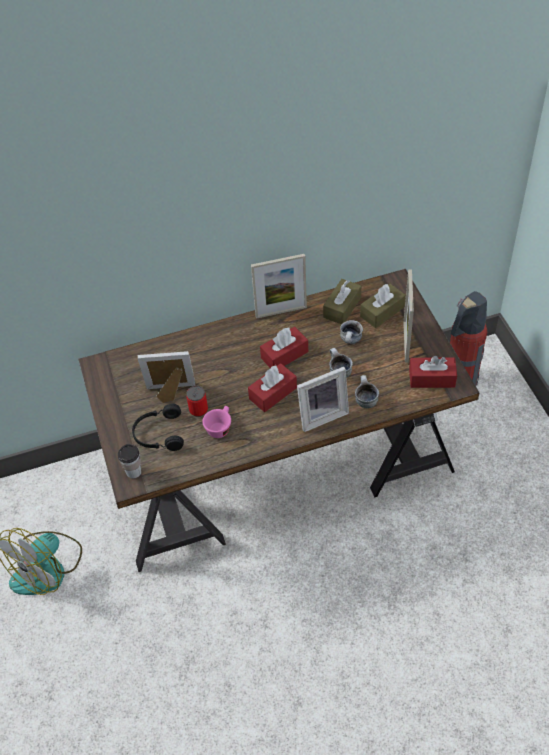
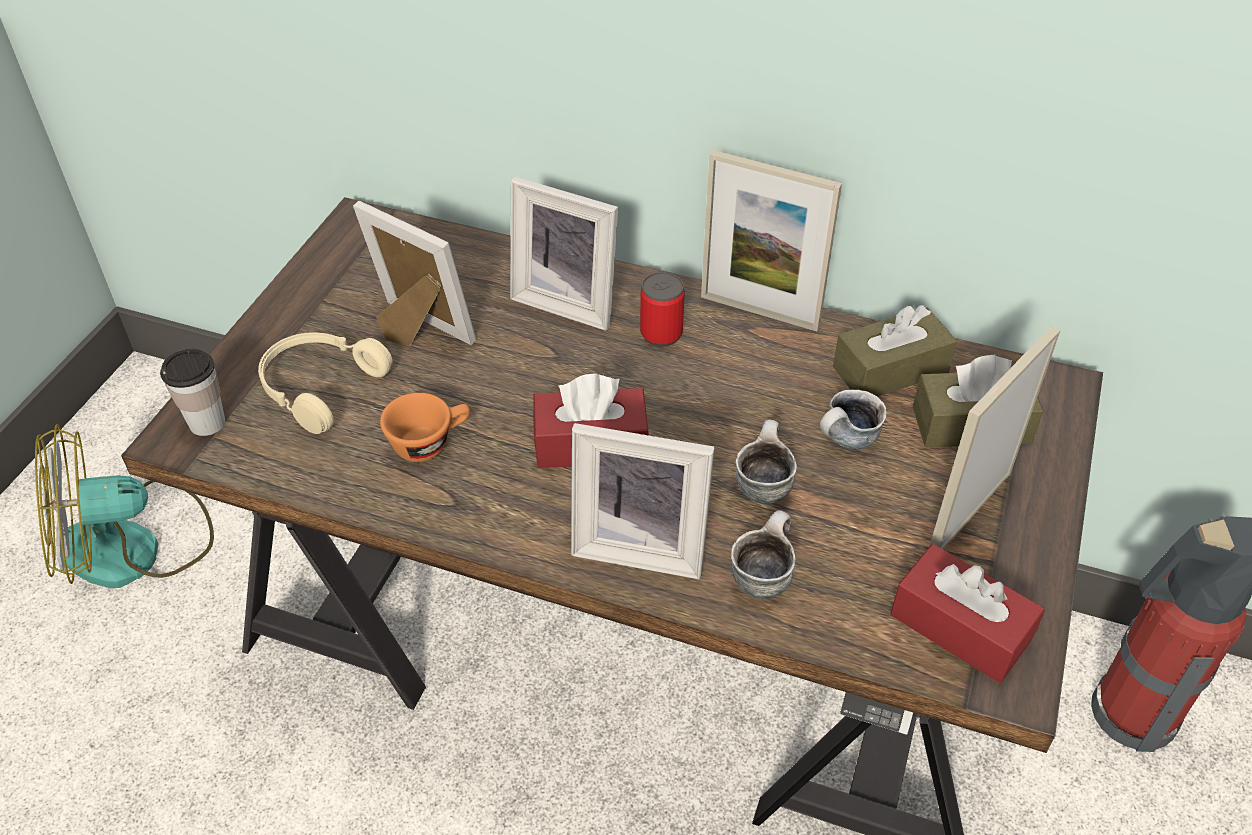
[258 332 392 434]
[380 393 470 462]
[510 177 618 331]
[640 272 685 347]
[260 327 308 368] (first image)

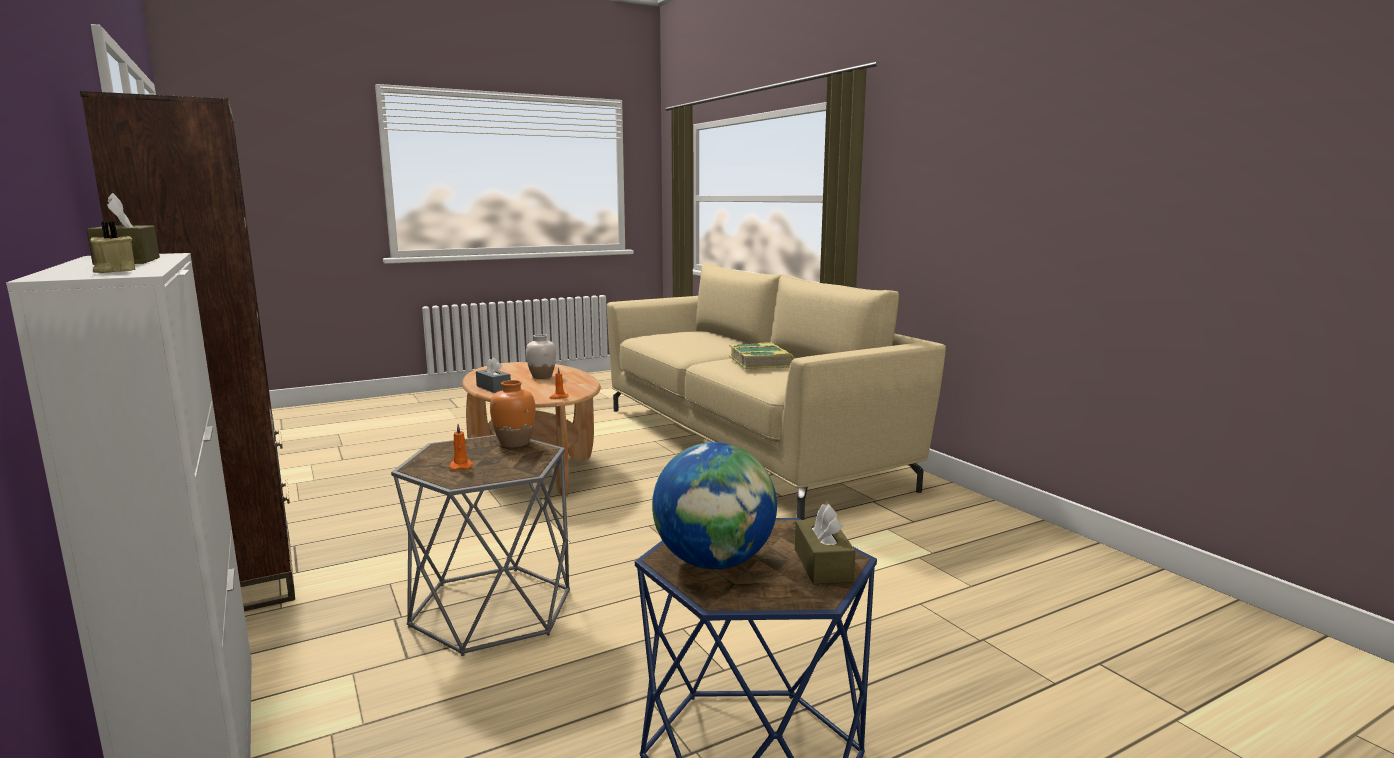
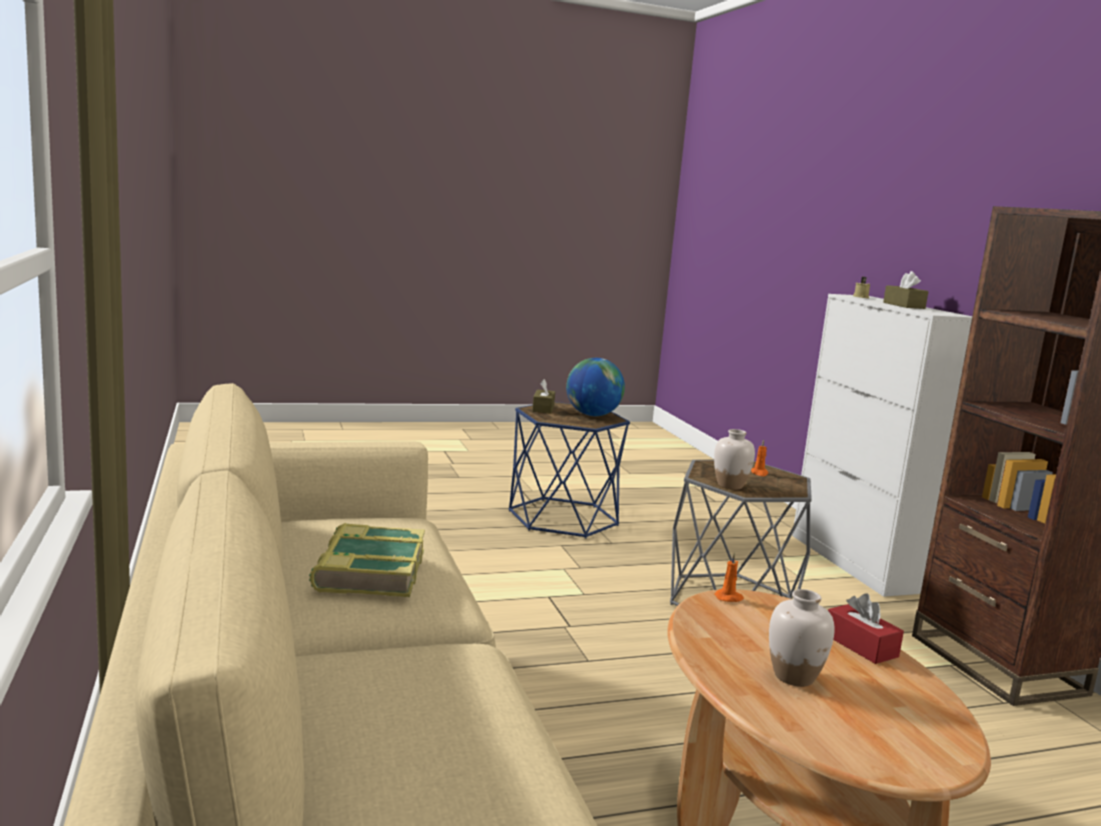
[714 429 755 490]
[828 593 904 664]

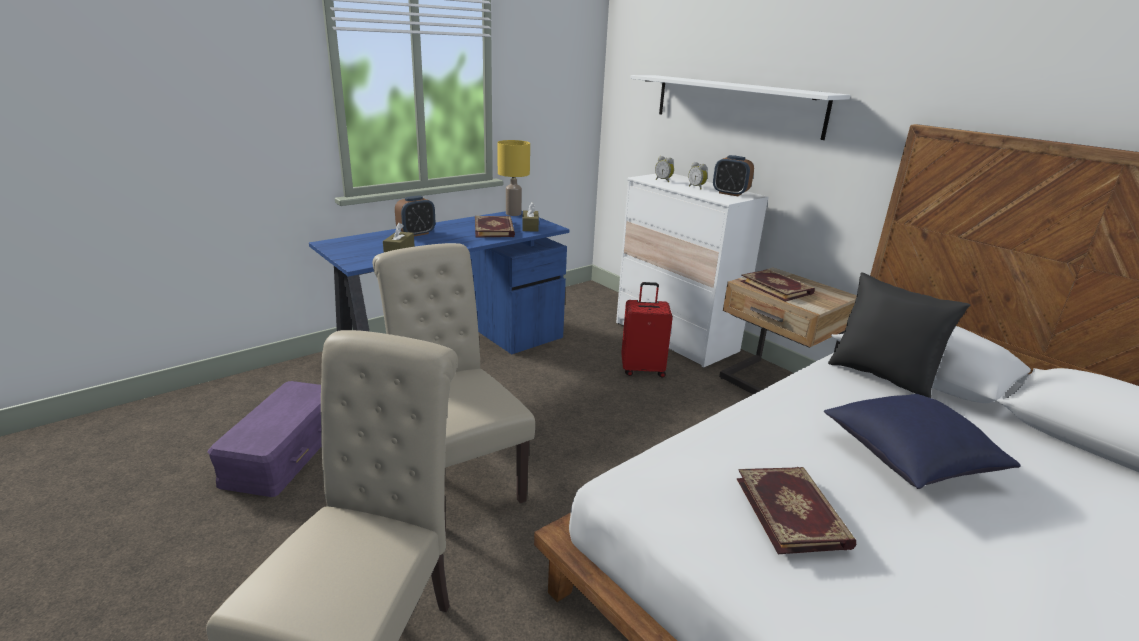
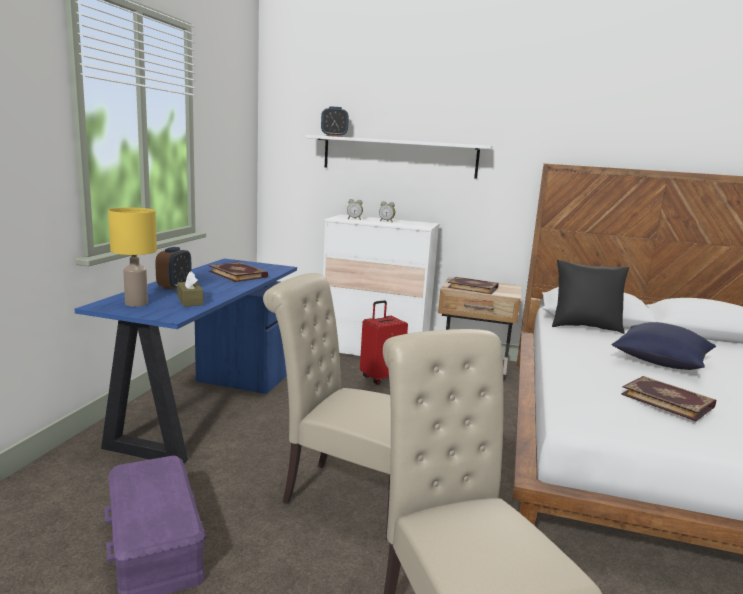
[108 208 157 307]
[321 106 349 137]
[522 202 539 232] (first image)

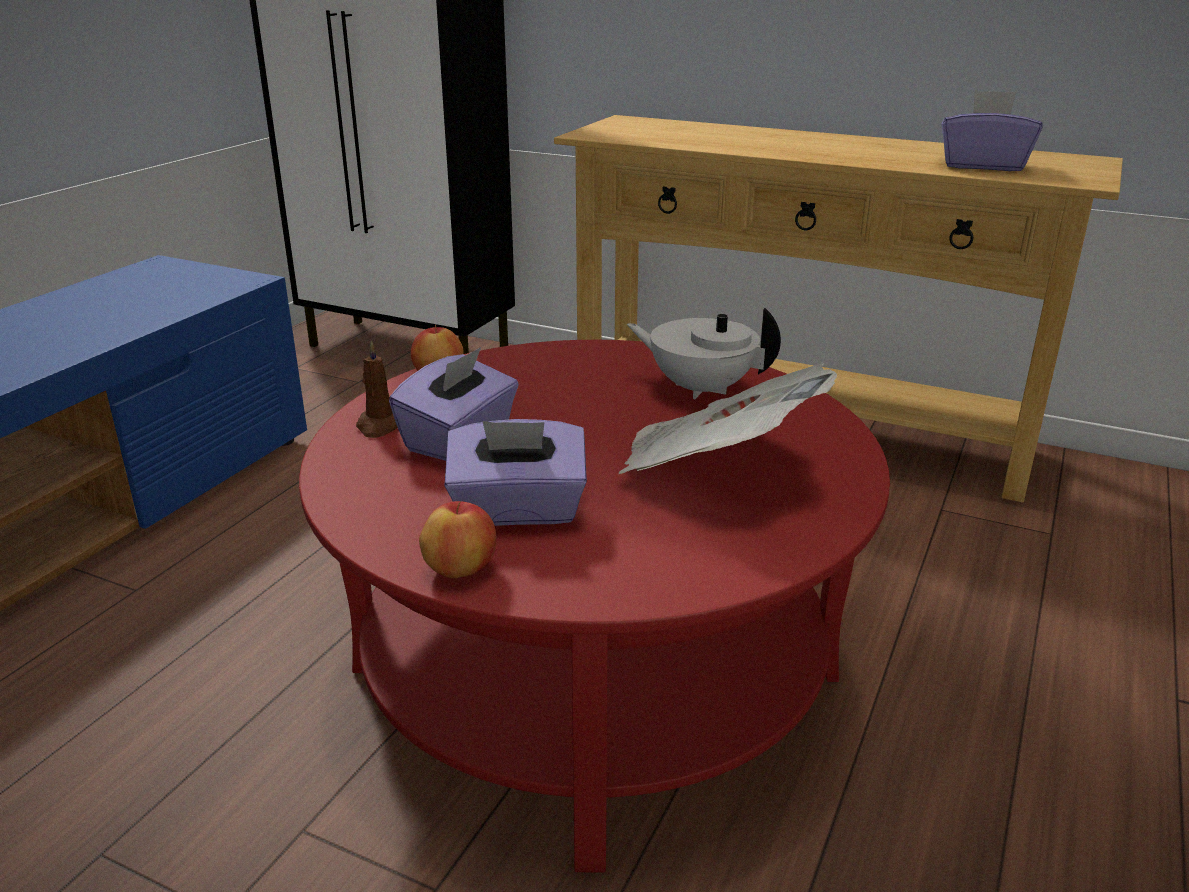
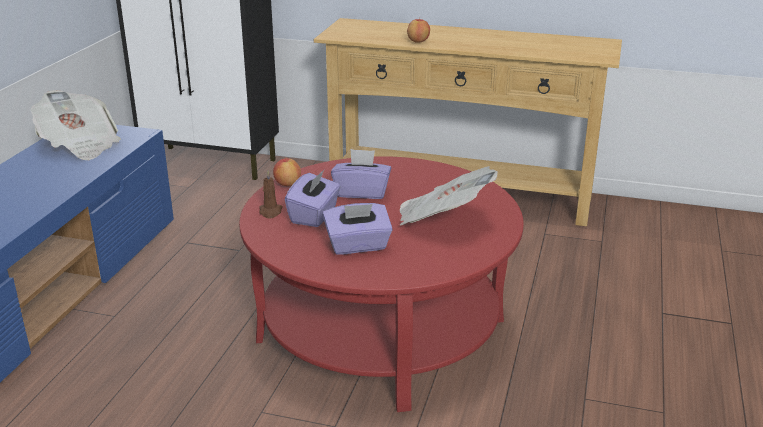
[30 90 121 160]
[331 149 391 199]
[407 18 430 43]
[626 308 781 399] (first image)

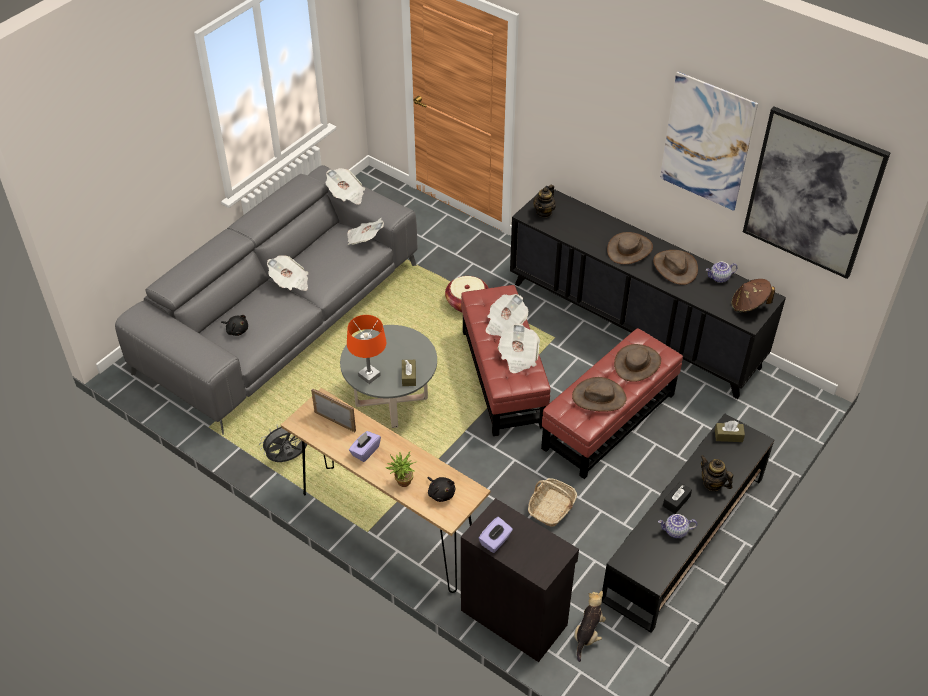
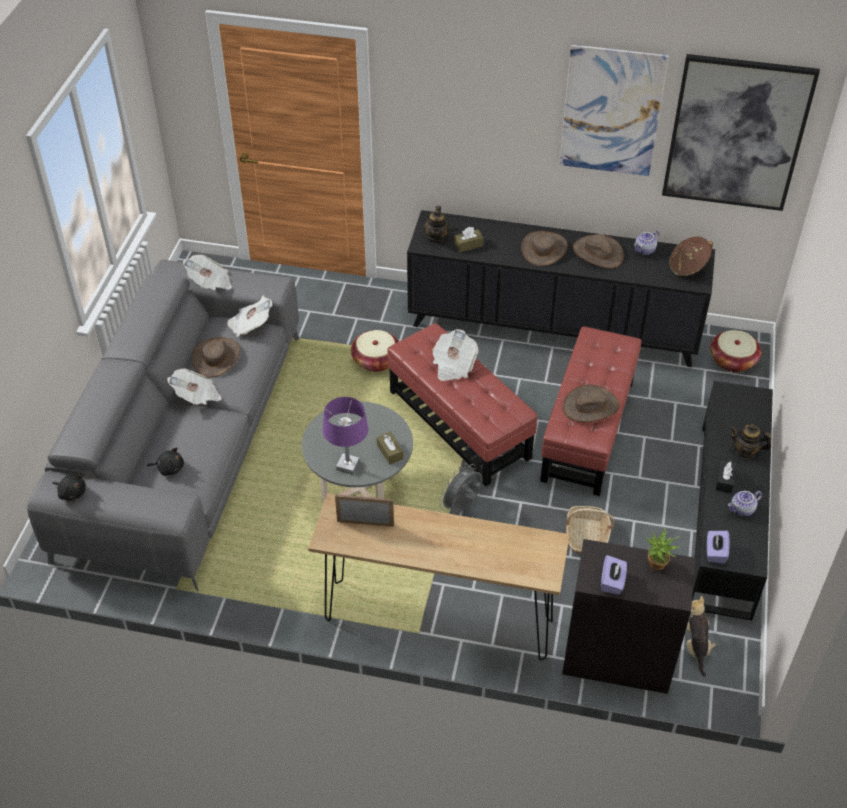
[53 475 86 501]
[192 337 240 378]
[323 397 368 475]
[439 463 482 514]
[454 227 484 252]
[647 527 680 571]
[707 531 730 564]
[710 330 761 372]
[498 323 540 374] (first image)

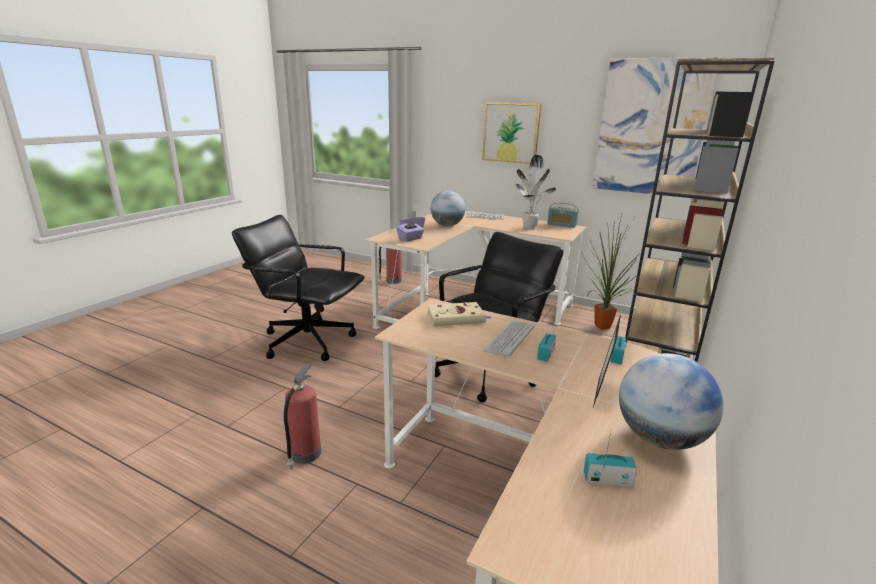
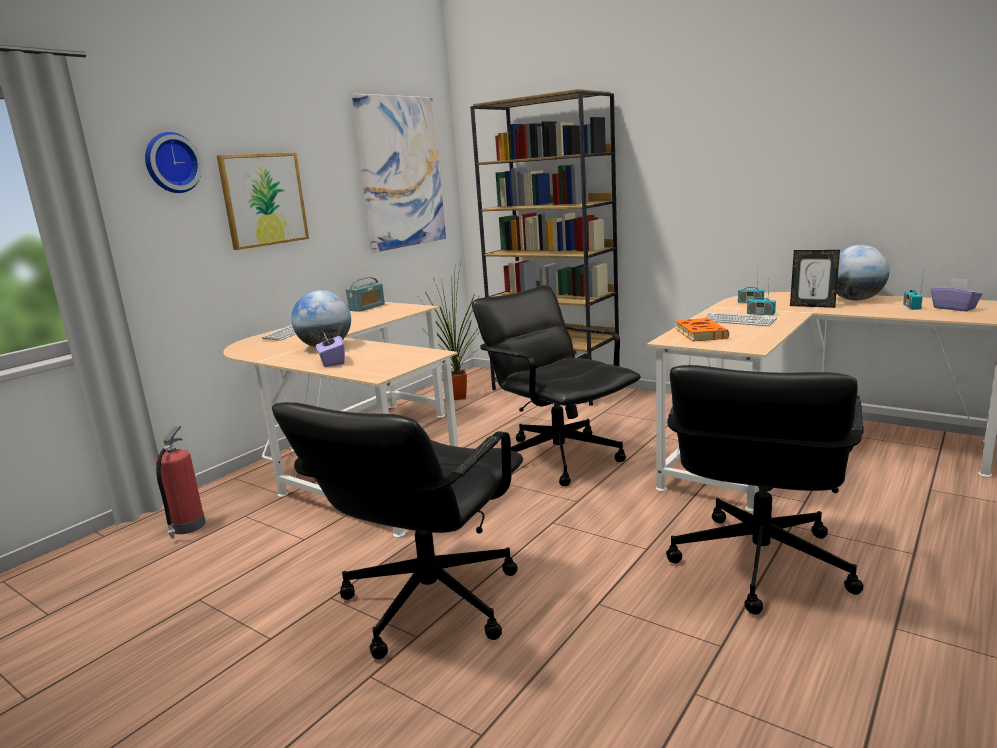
[145 132 202 193]
[666 365 864 615]
[676 318 729 342]
[931 278 982 311]
[515 155 556 229] (first image)

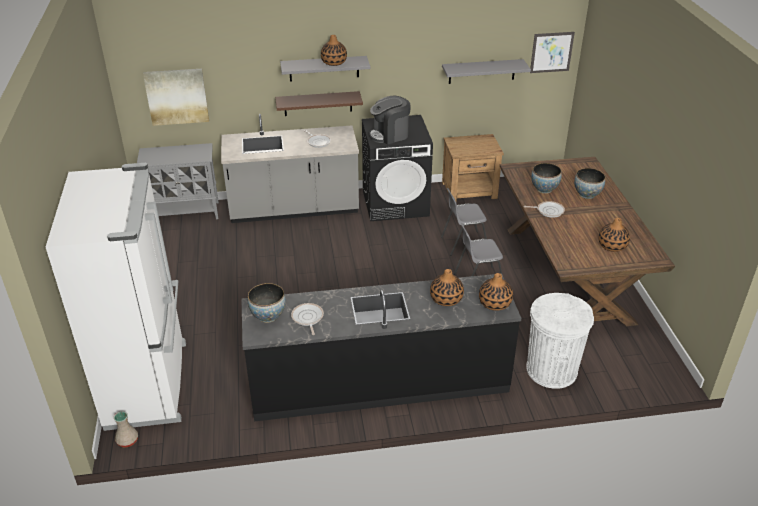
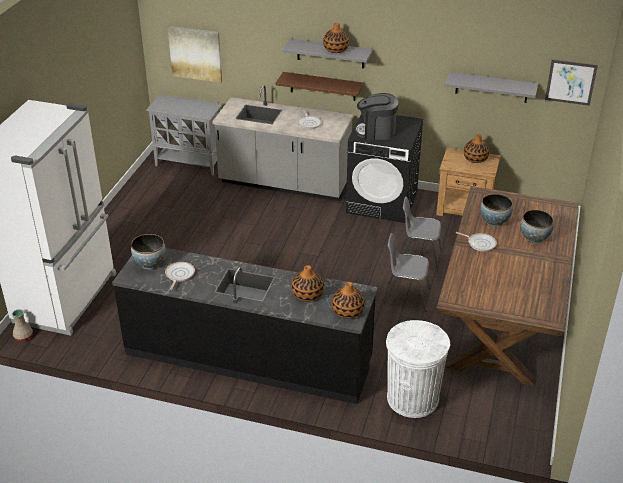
[464 134 489 163]

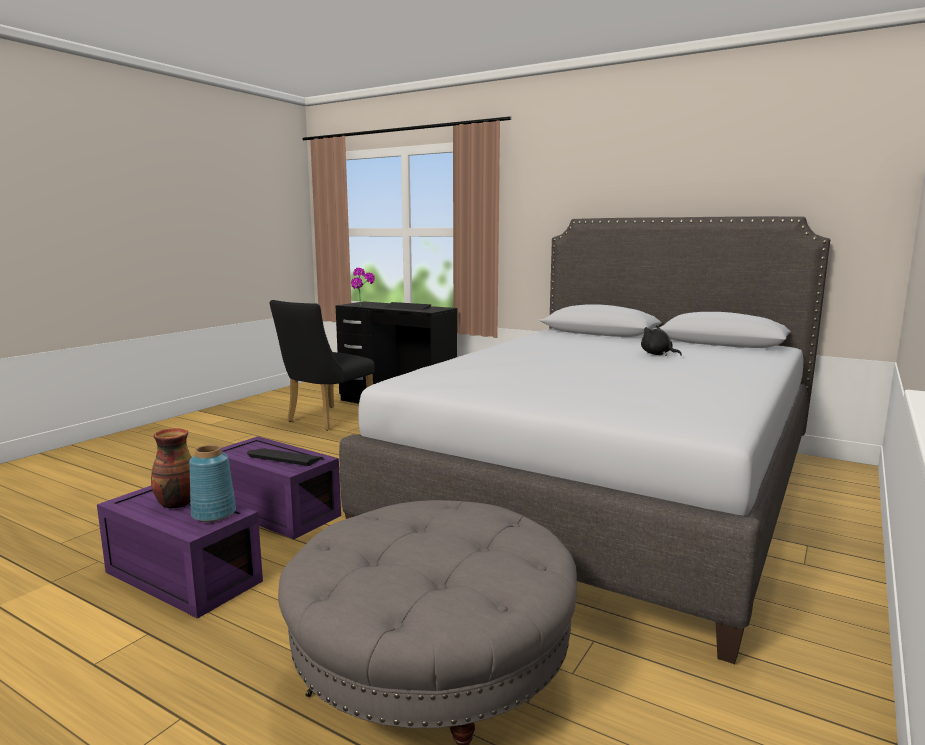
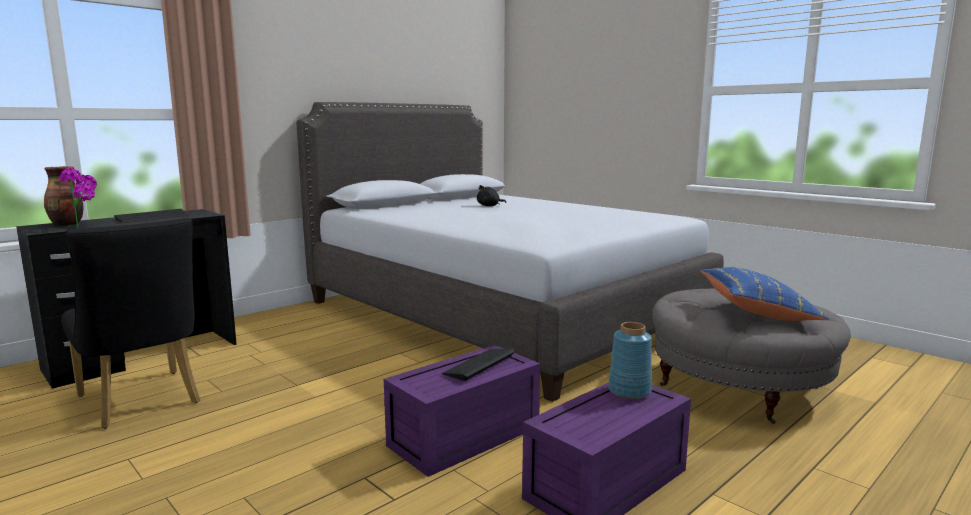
[44 166 83 226]
[700 267 829 321]

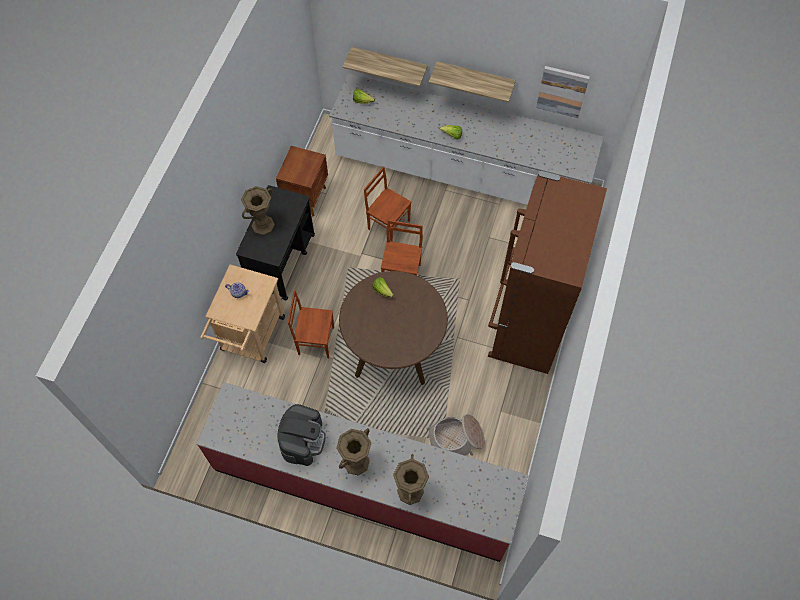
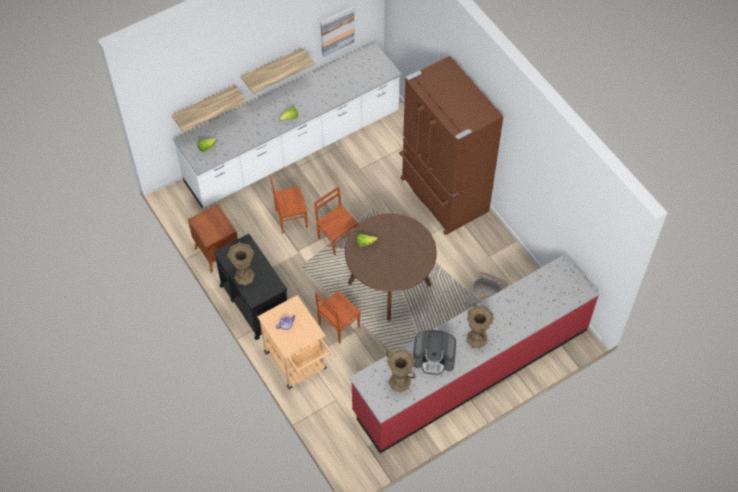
[386 349 416 392]
[413 330 456 375]

